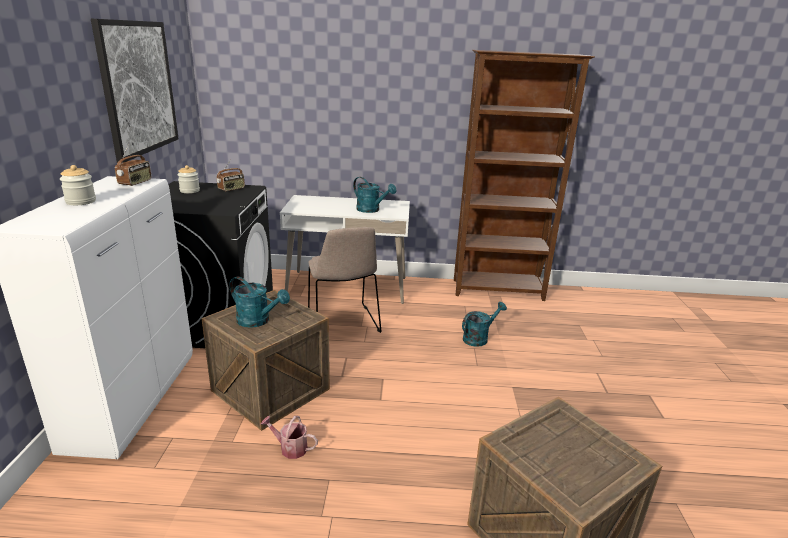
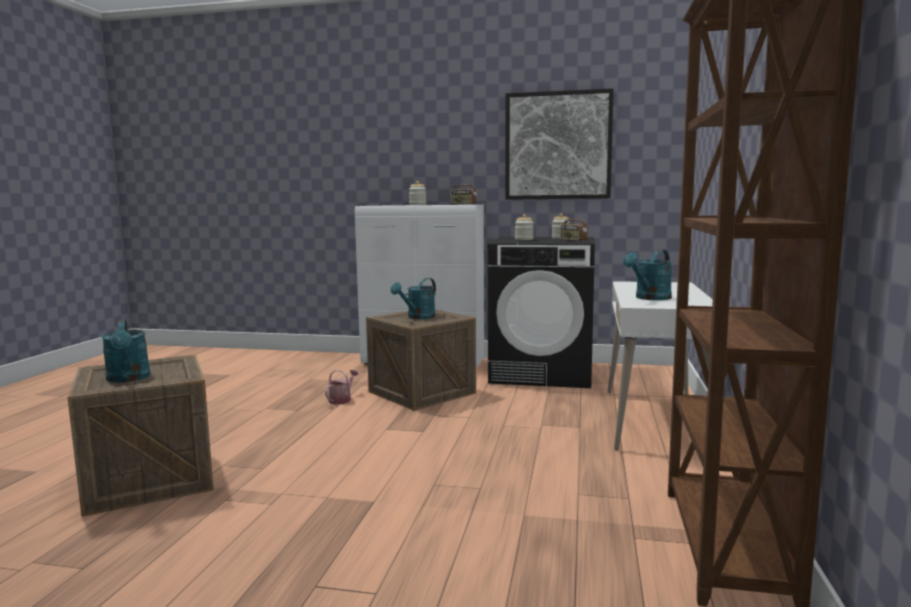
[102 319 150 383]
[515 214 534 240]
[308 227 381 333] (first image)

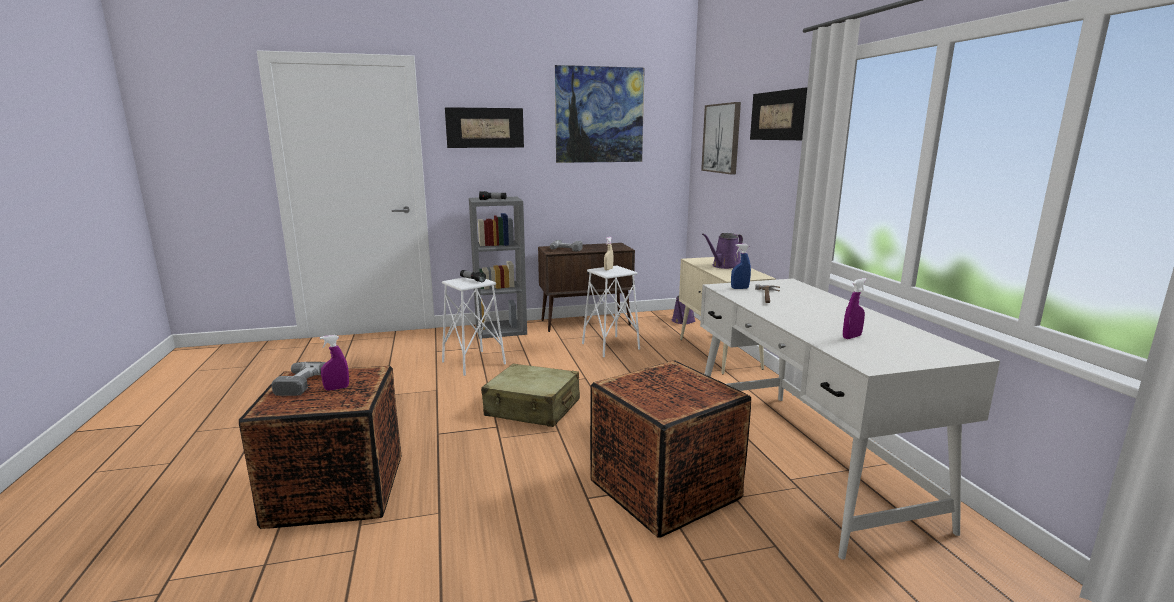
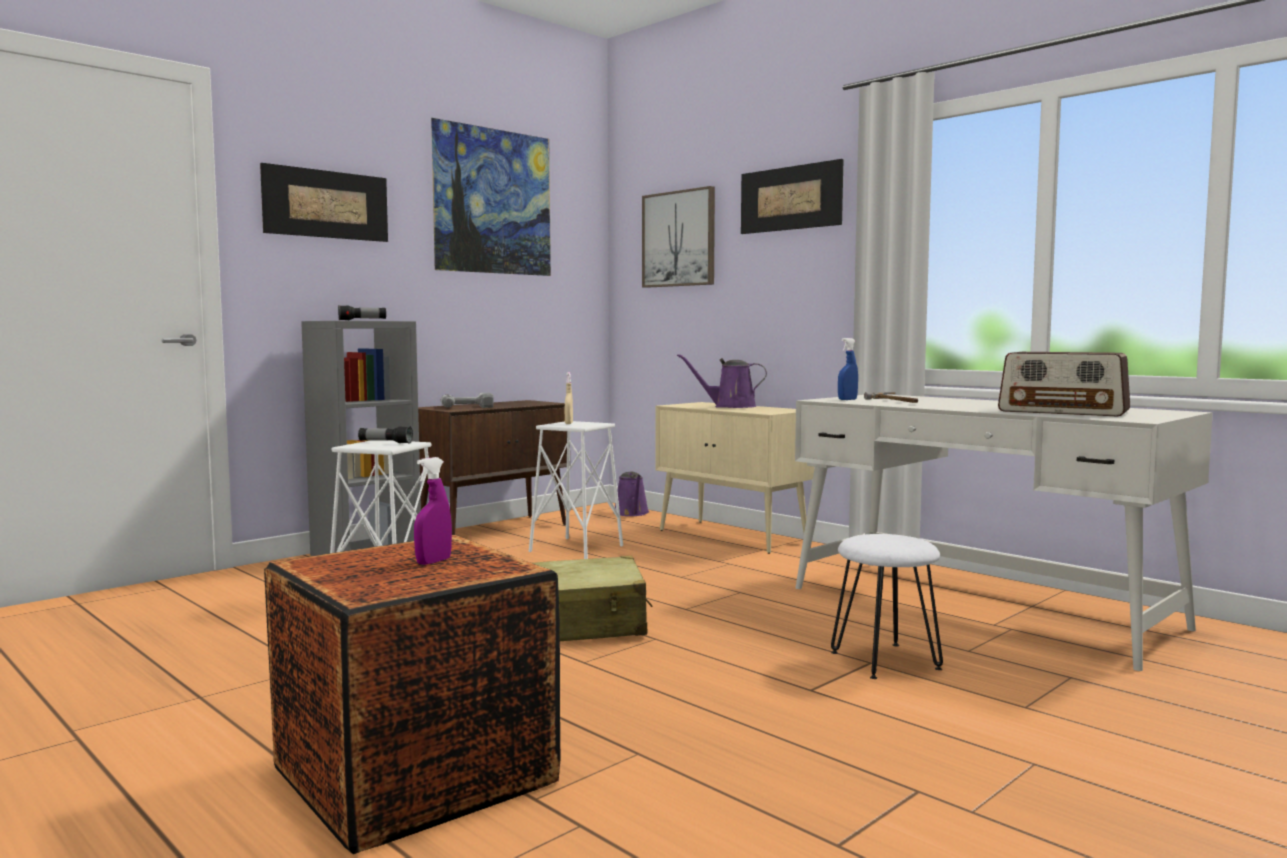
[677 354 767 408]
[831 534 943 679]
[998 352 1130 416]
[271 362 349 396] (first image)

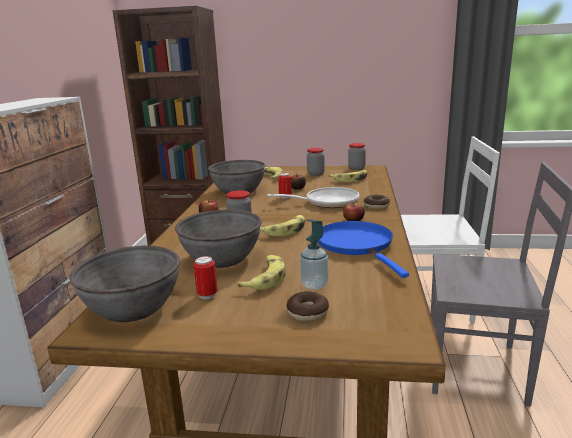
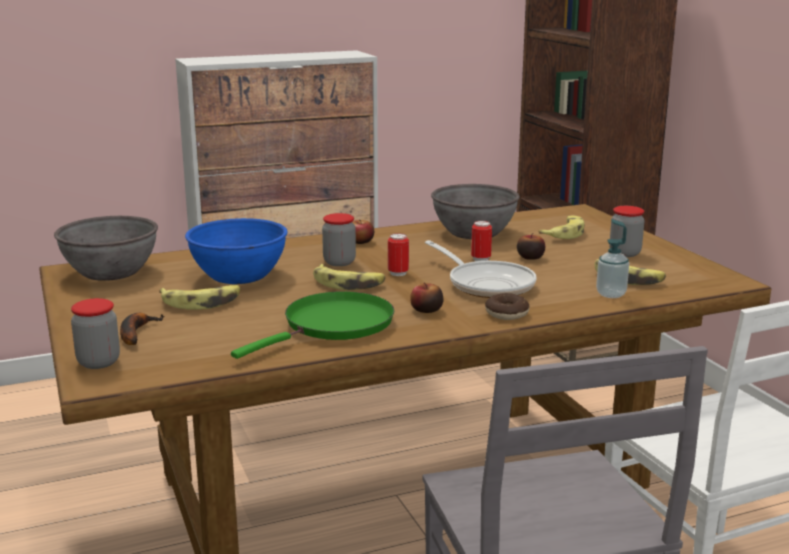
[71 298 120 369]
[120 313 165 345]
[185 218 288 284]
[231 291 394 359]
[388 233 409 276]
[596 219 629 298]

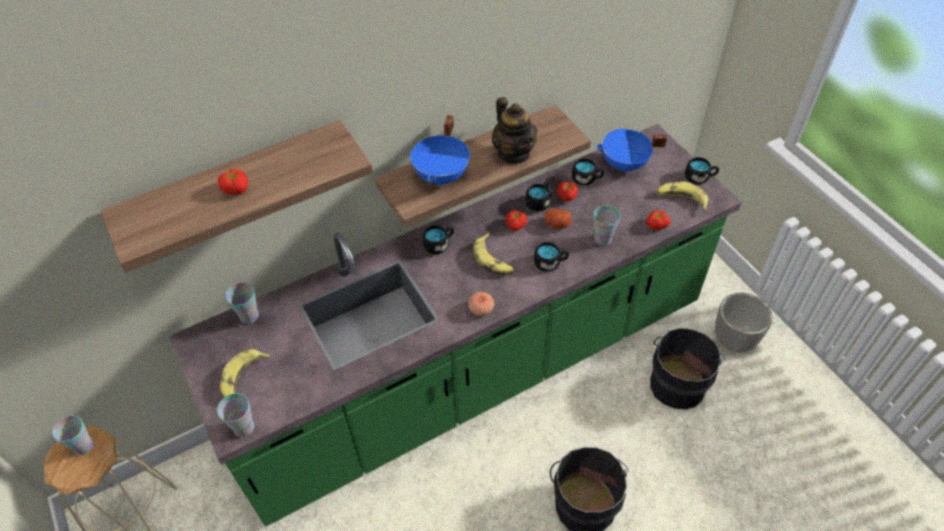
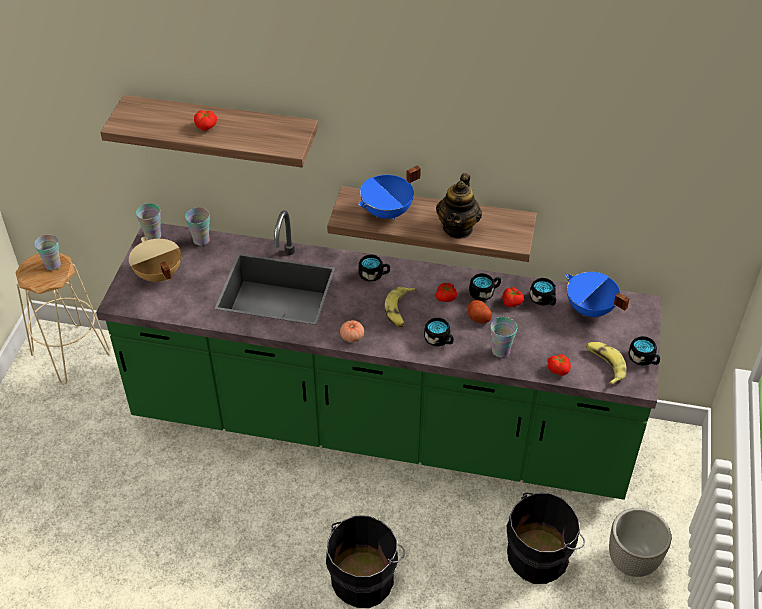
[129 237 181 282]
[136 203 161 240]

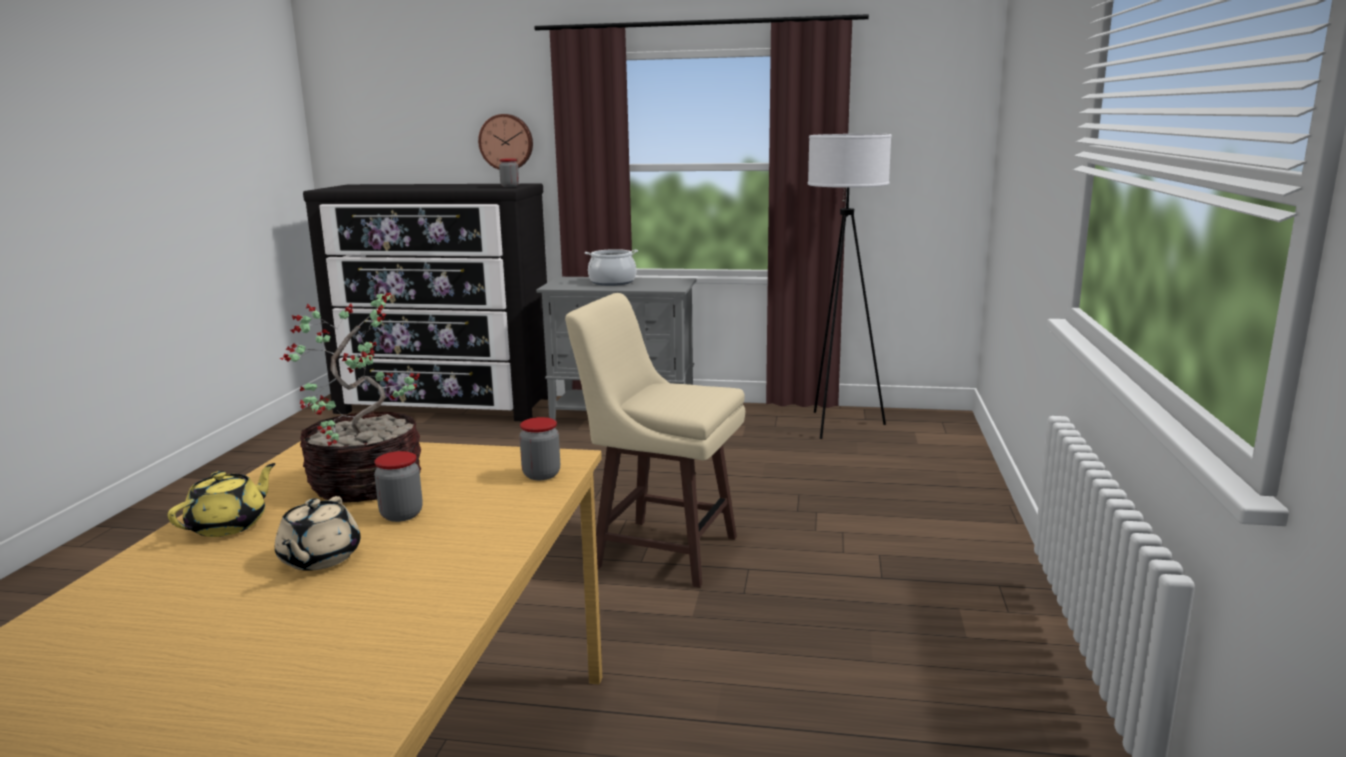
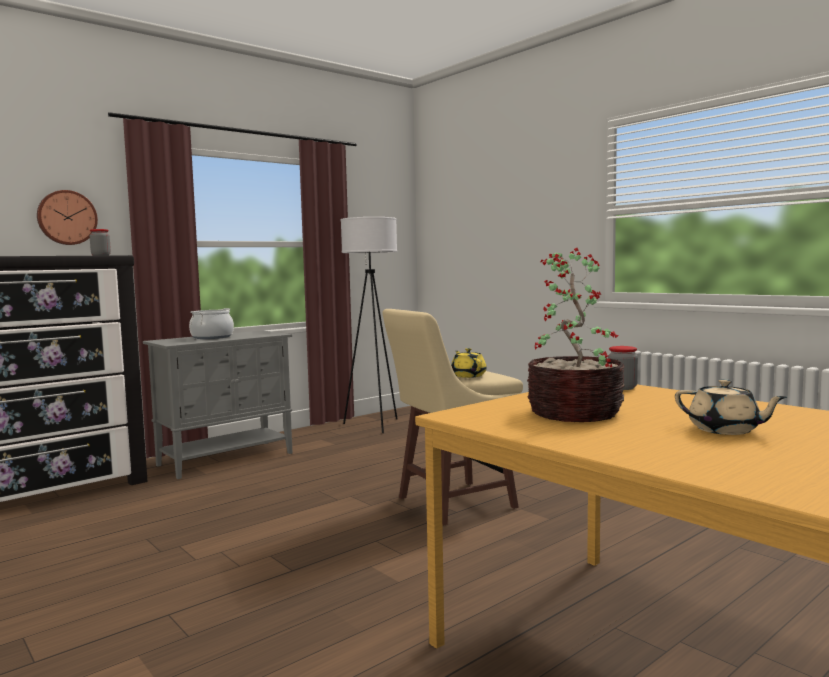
[451 348 487 378]
[374 451 423 522] (first image)

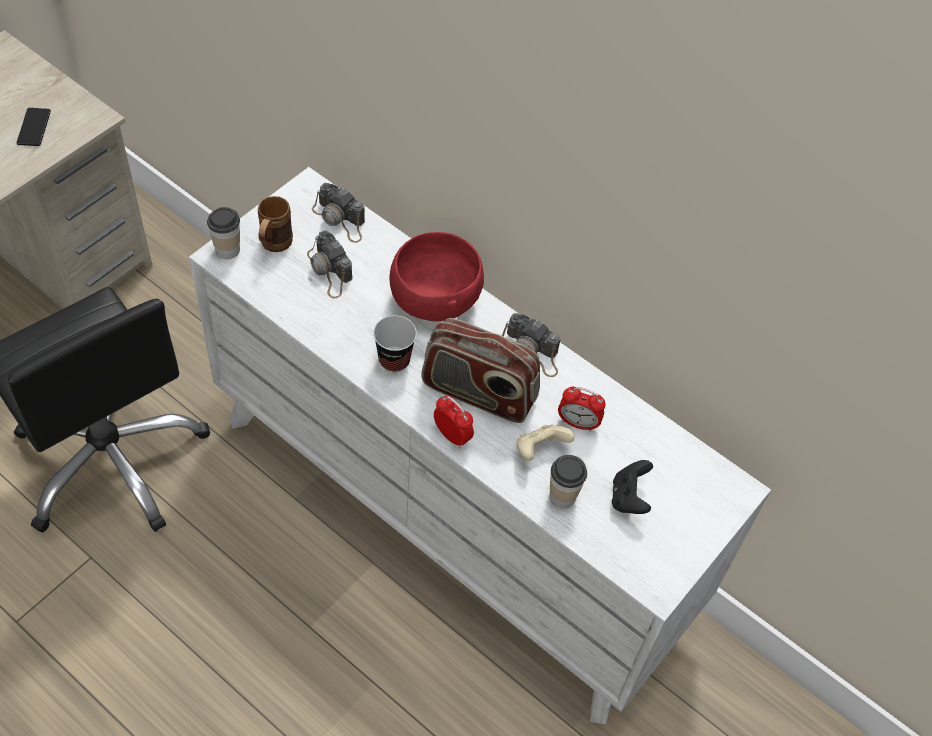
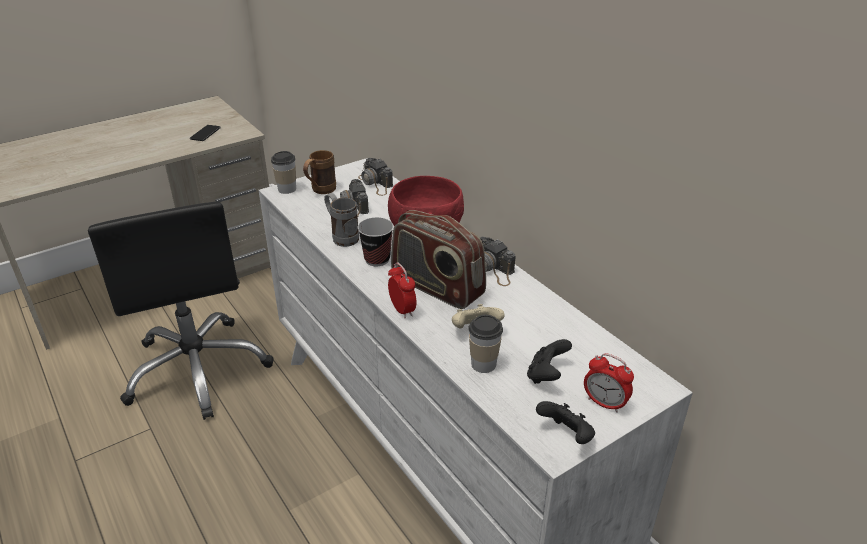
[324 193 359 247]
[536 401 595 444]
[584 353 634 413]

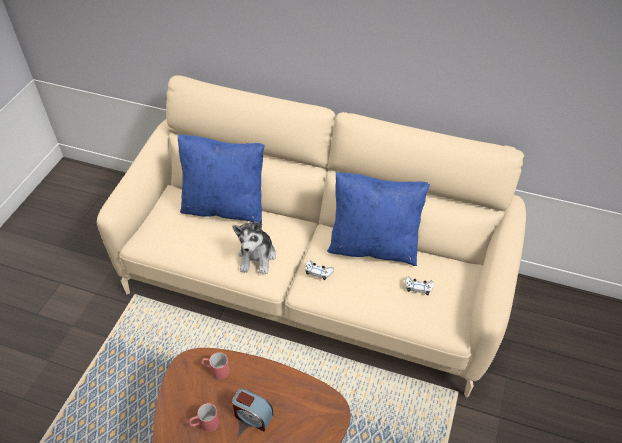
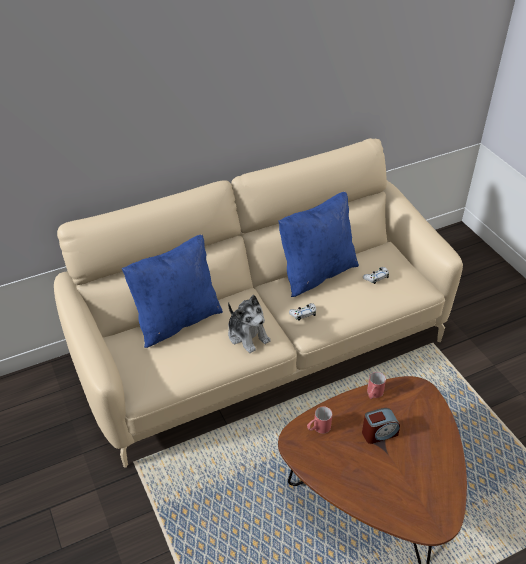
[367 372 386 399]

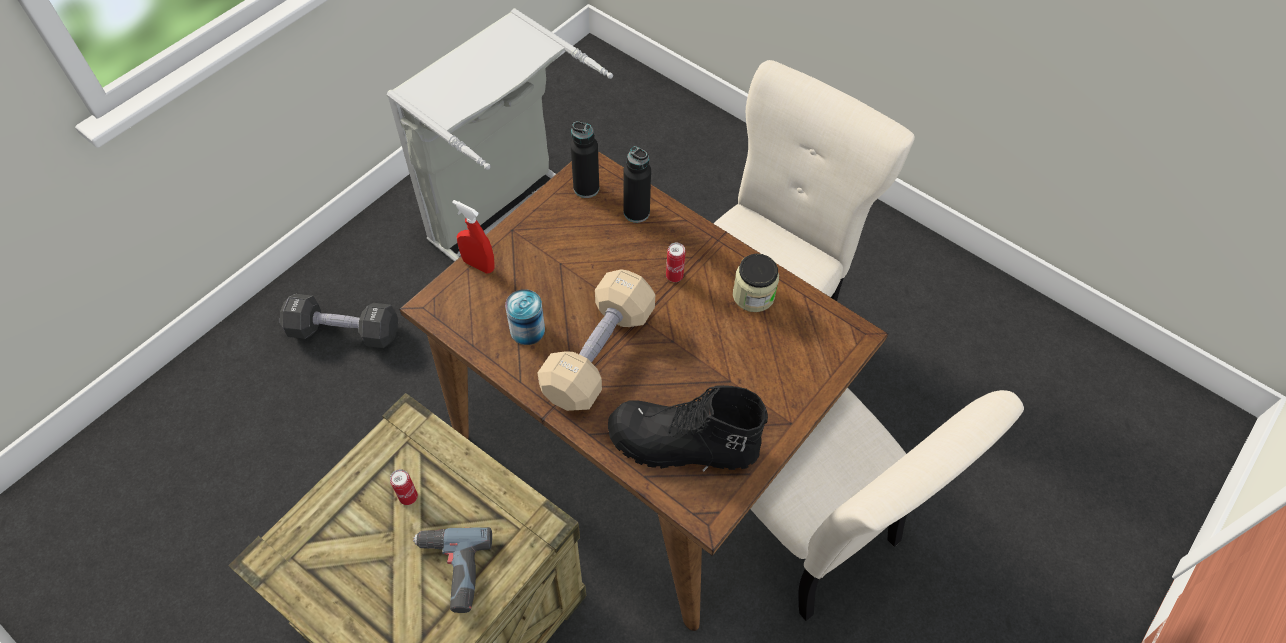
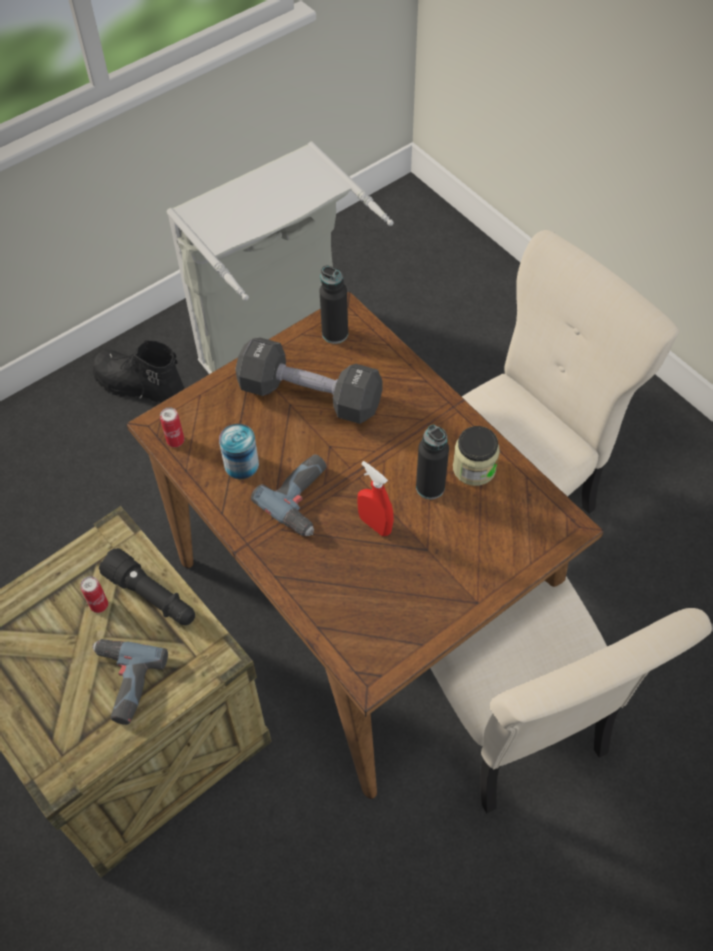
[92 339 185 403]
[99 548 195 625]
[160 407 184 447]
[235 337 383 424]
[251 454 327 536]
[357 461 394 536]
[416 425 449 499]

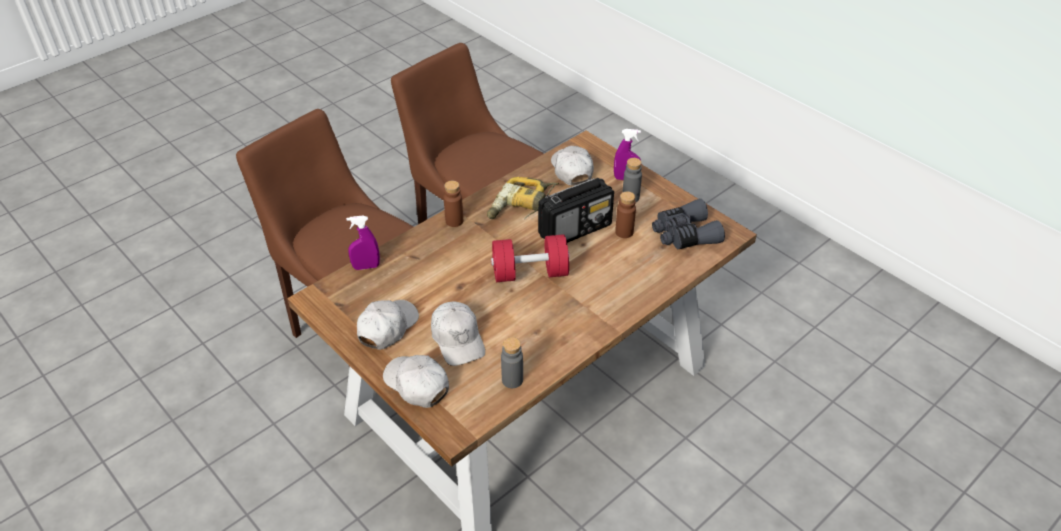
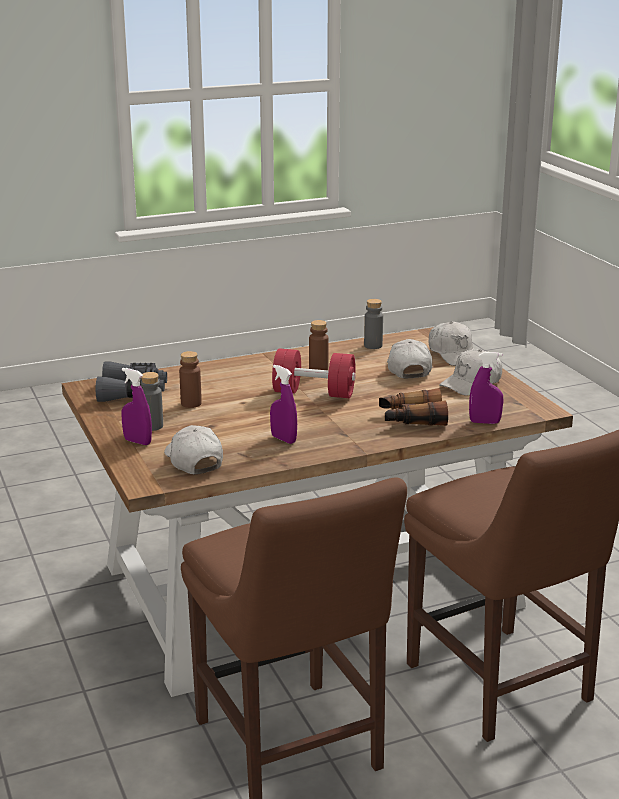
[164 425 223 474]
[270 365 297 444]
[309 320 329 370]
[379 388 448 426]
[538 178 614 243] (first image)

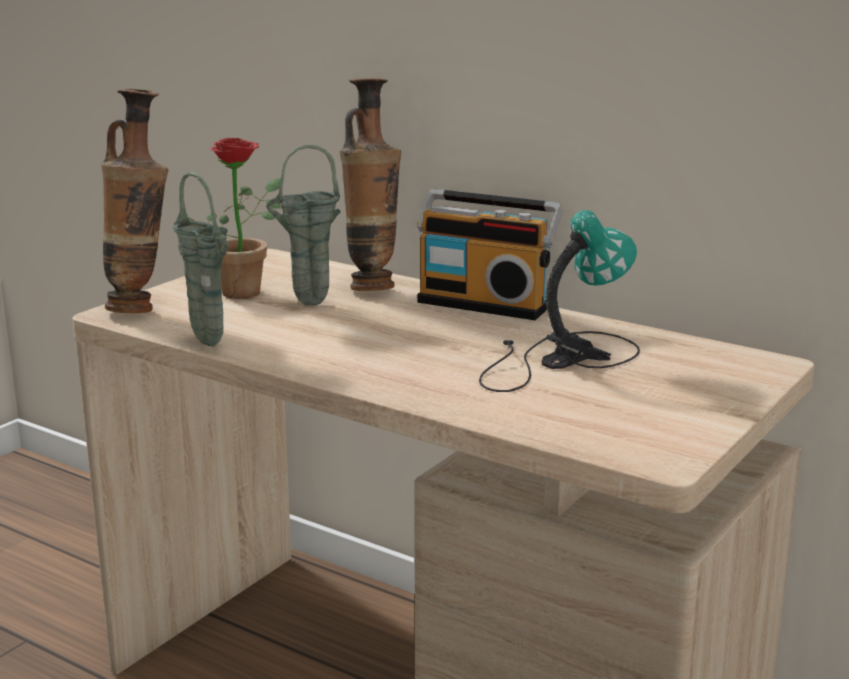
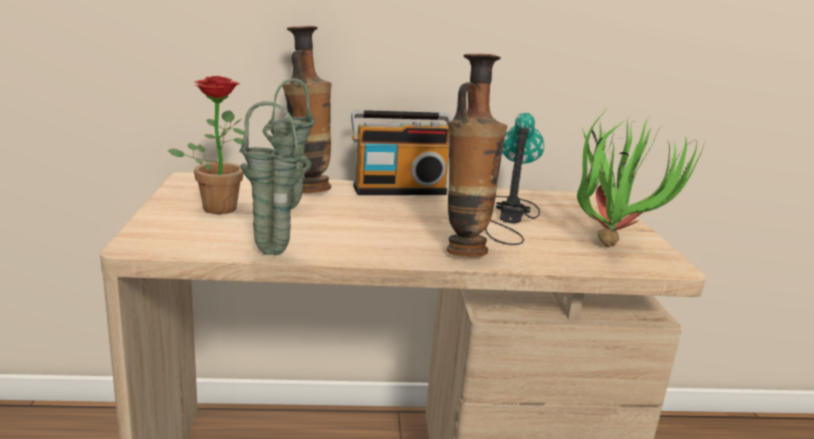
[447 54 507 257]
[577 111 705 247]

